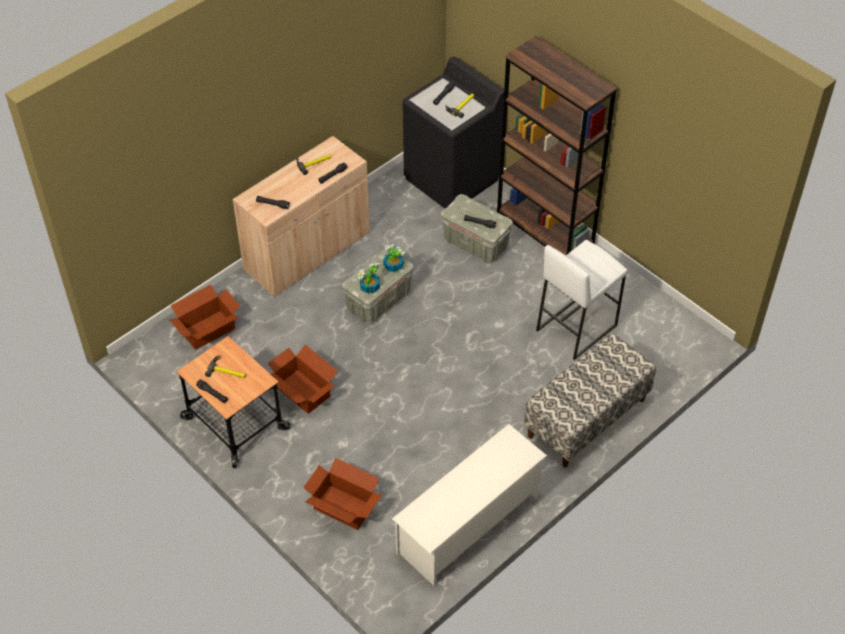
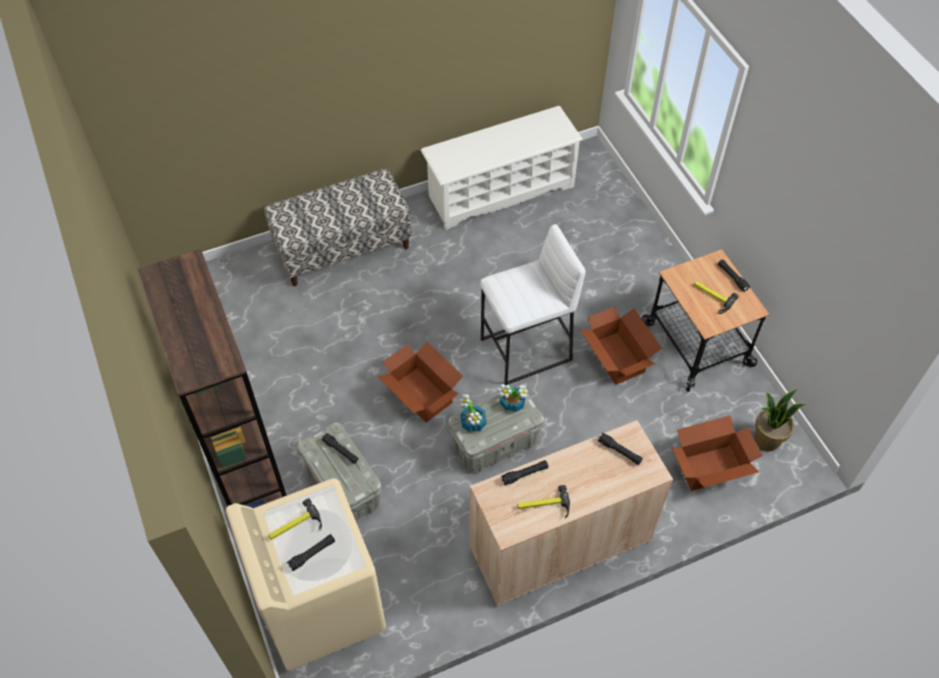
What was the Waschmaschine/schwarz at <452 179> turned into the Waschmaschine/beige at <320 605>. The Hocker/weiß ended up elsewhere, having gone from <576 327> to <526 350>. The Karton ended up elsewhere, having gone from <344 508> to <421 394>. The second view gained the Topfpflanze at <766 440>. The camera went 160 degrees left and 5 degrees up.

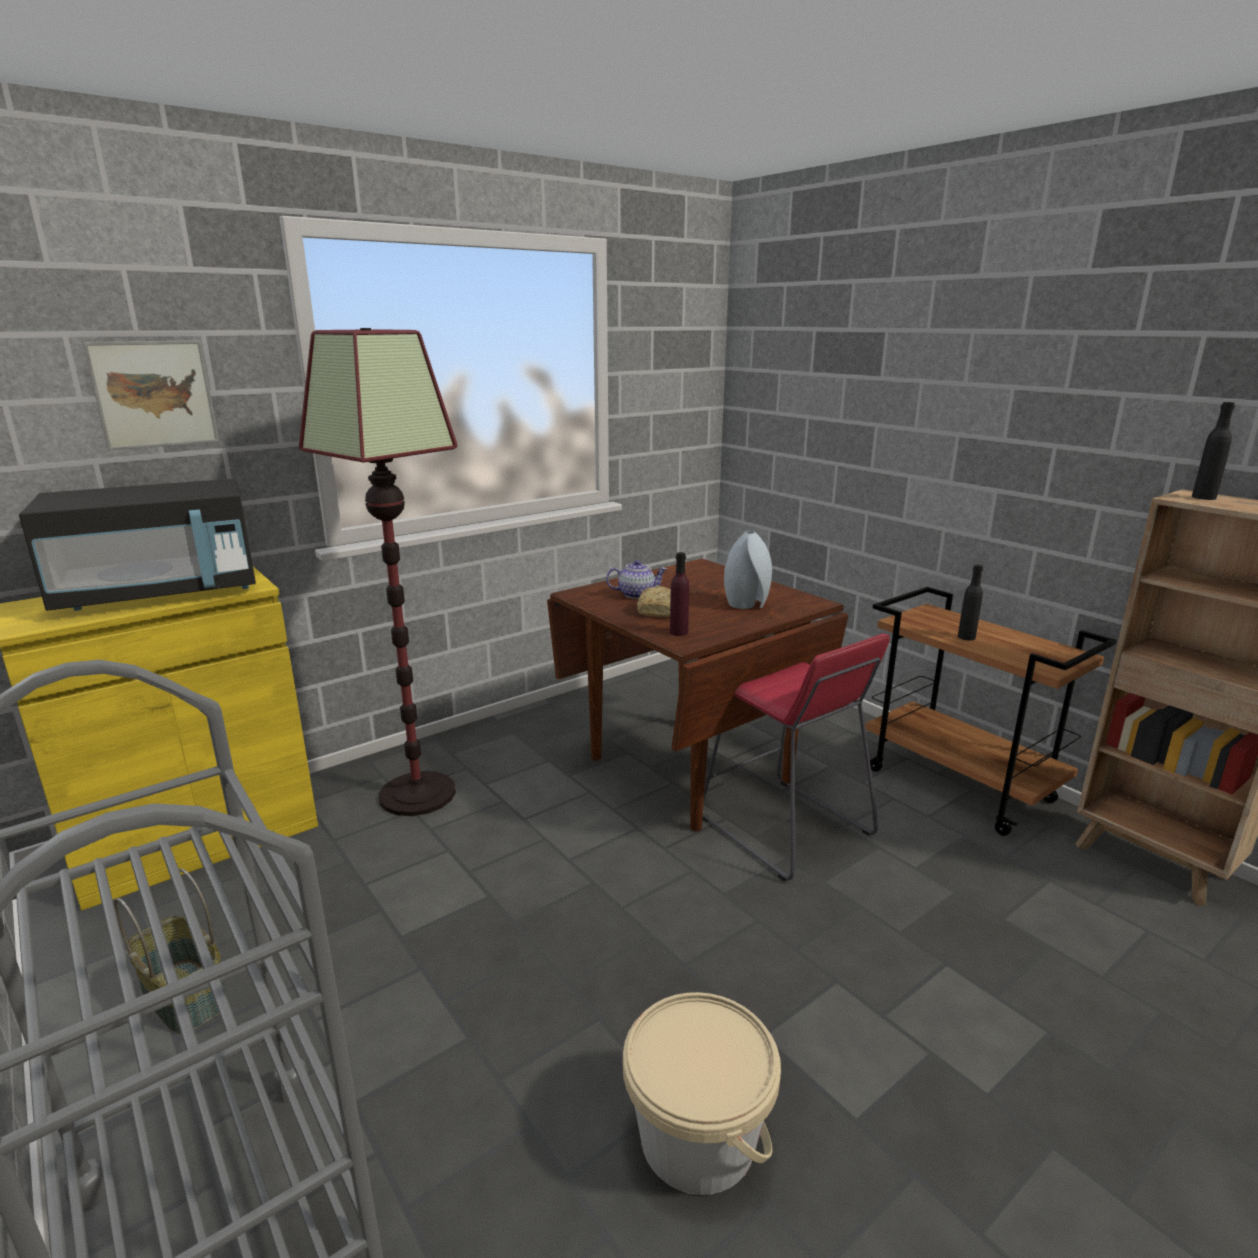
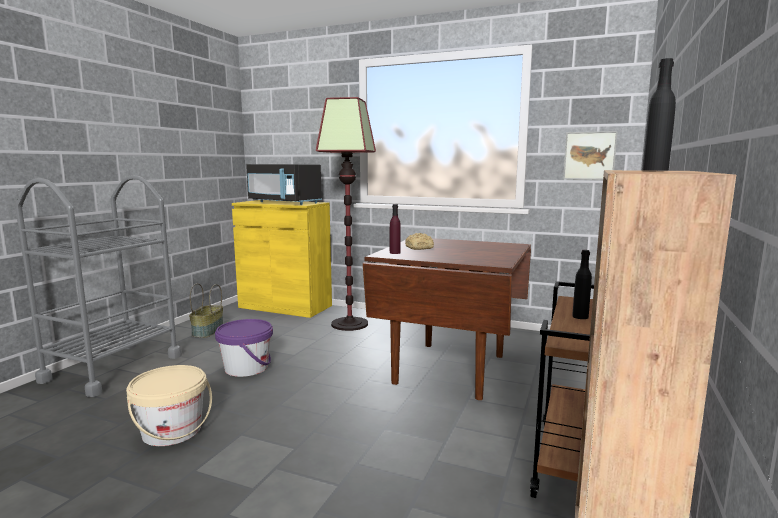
The Bild ended up elsewhere, having gone from <154 394> to <589 156>. The second view lost the Vase/grau at <747 604>. The second view lost the Teekanne at <636 594>. The second view lost the Hocker/rot at <785 827>. The second view gained the Eimer/lila at <246 368>. The camera went 60 degrees right and 10 degrees down.

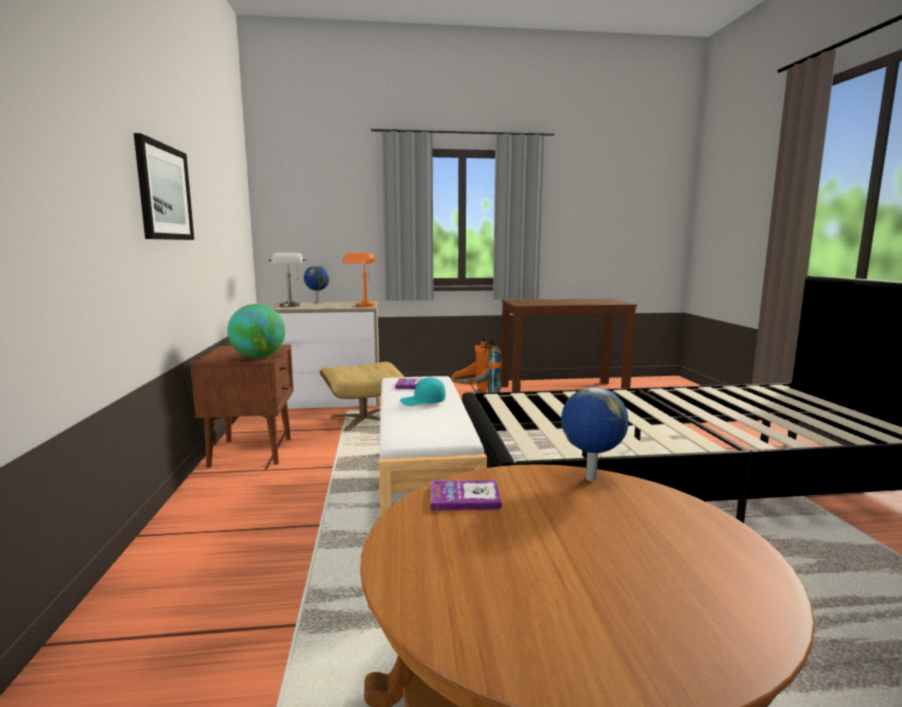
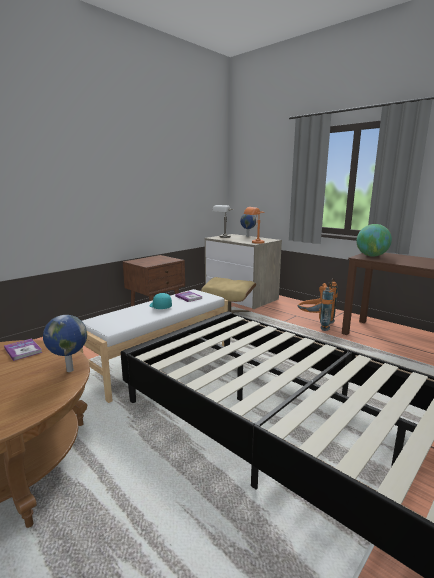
The second view lost the Bild at <164 192>. The Globus ended up elsewhere, having gone from <258 357> to <371 256>. The camera went 50 degrees right and 5 degrees up.

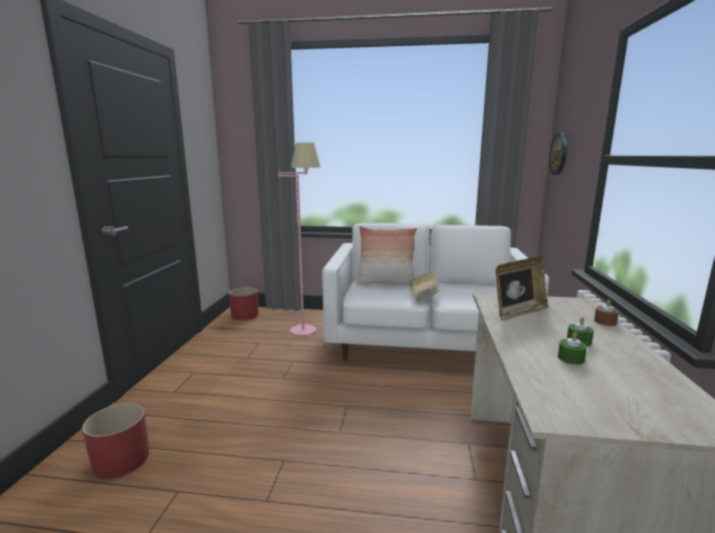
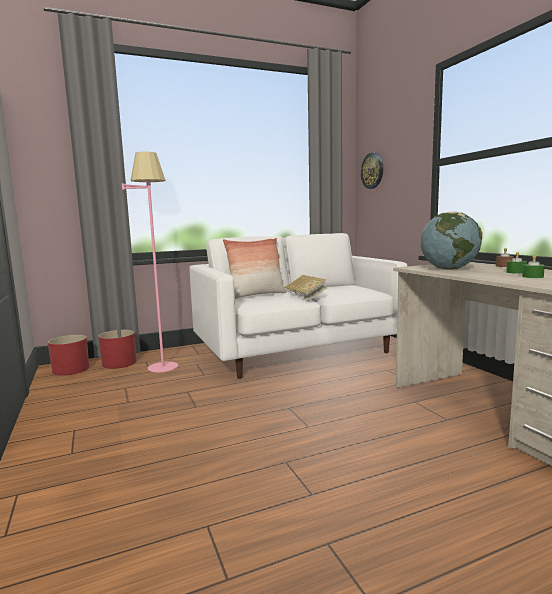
Where the Bilderrahmen stood at <518 313>, the Globus came to stand at <449 269>. The Pflanzkübel/rot ended up elsewhere, having gone from <121 460> to <119 363>. The camera went 30 degrees left and 5 degrees down.

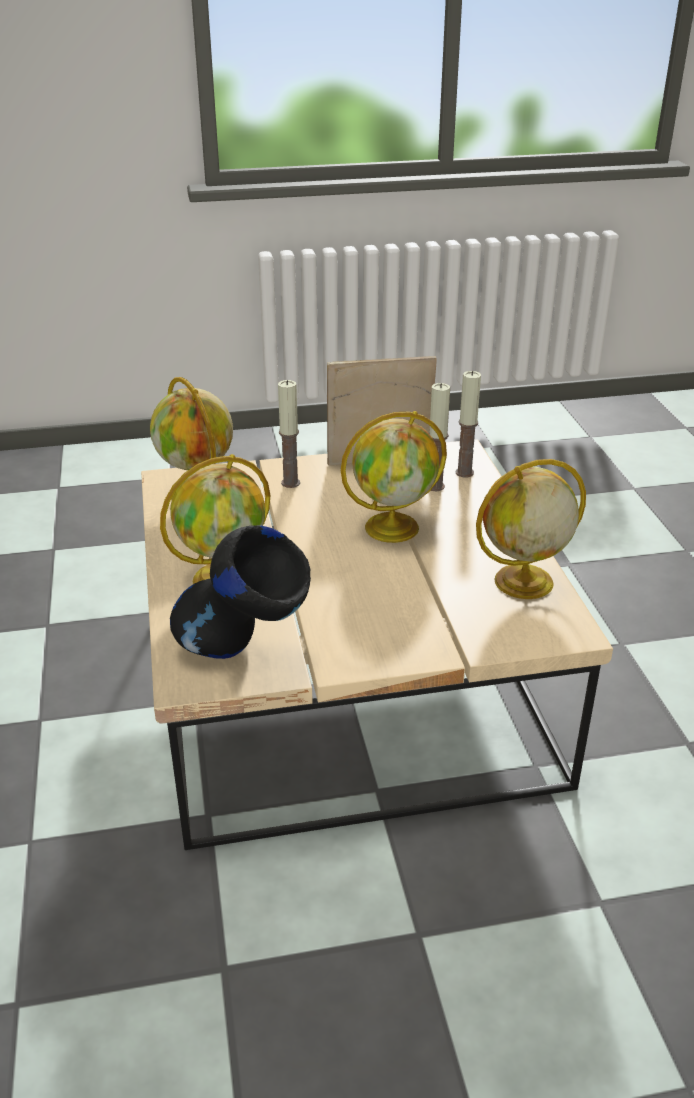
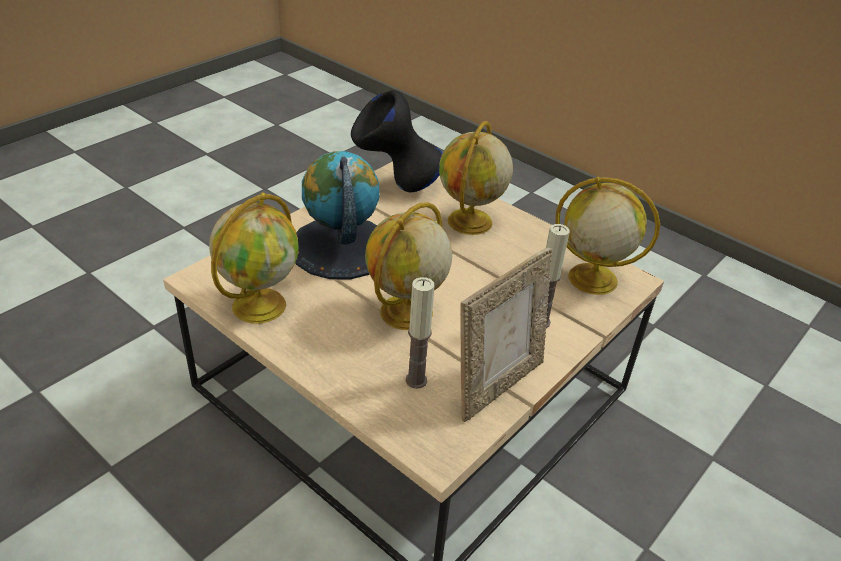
The second view lost the Kerze at <464 472>. The second view gained the Globus at <340 247>. The camera went 140 degrees right and 5 degrees up.

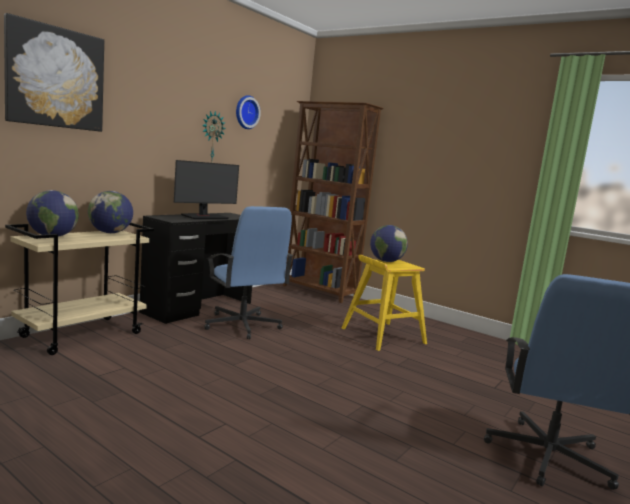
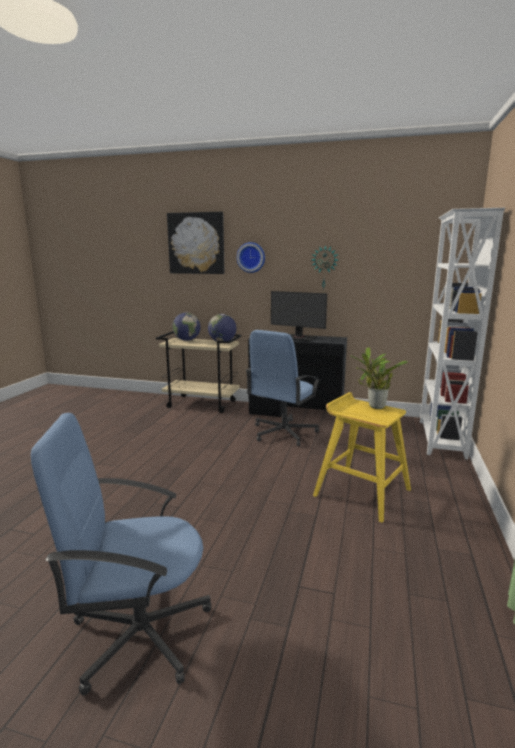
The Wanduhr ended up elsewhere, having gone from <245 112> to <251 257>. What was the Bücherregal/braun at <319 292> turned into the Bücherregal/weiß at <440 439>. Where the Globus stood at <386 261>, the Topfpflanze came to stand at <374 407>. The camera went 70 degrees right and 5 degrees up.

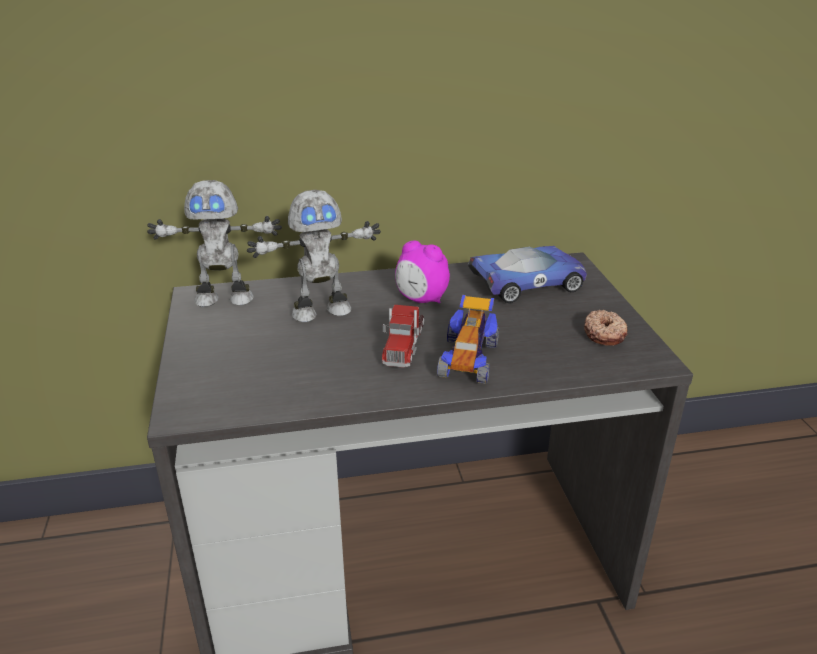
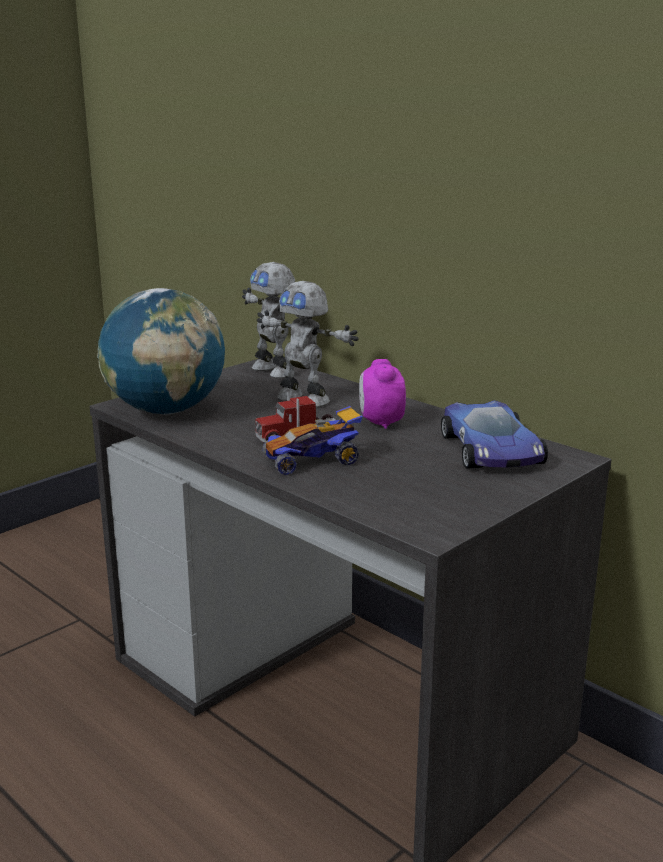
The Spielzeugauto at <528 282> ended up facing another way, 45 degrees clockwise from before. The second view lost the Donut at <605 334>. The second view gained the Globus at <166 411>. The camera went 55 degrees right and 10 degrees down.

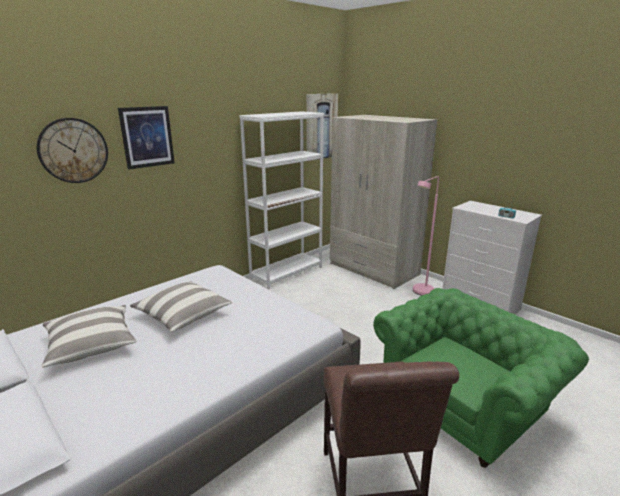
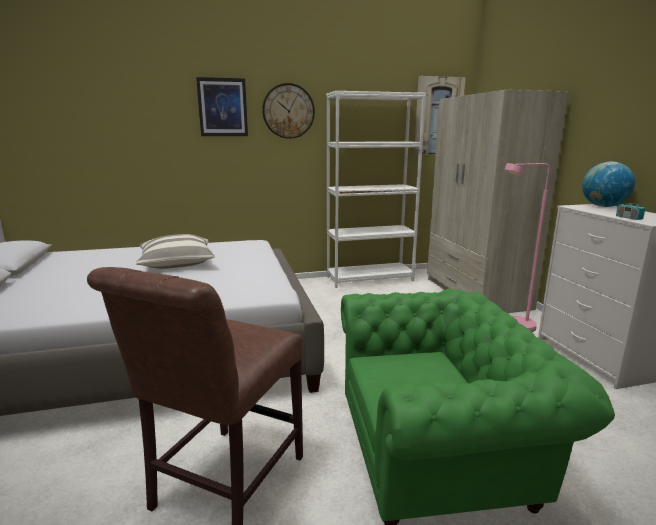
The Wanduhr ended up elsewhere, having gone from <73 150> to <288 111>. The second view lost the Kissen at <91 345>. The second view gained the Globus at <603 206>. The camera went 30 degrees right and 5 degrees down.

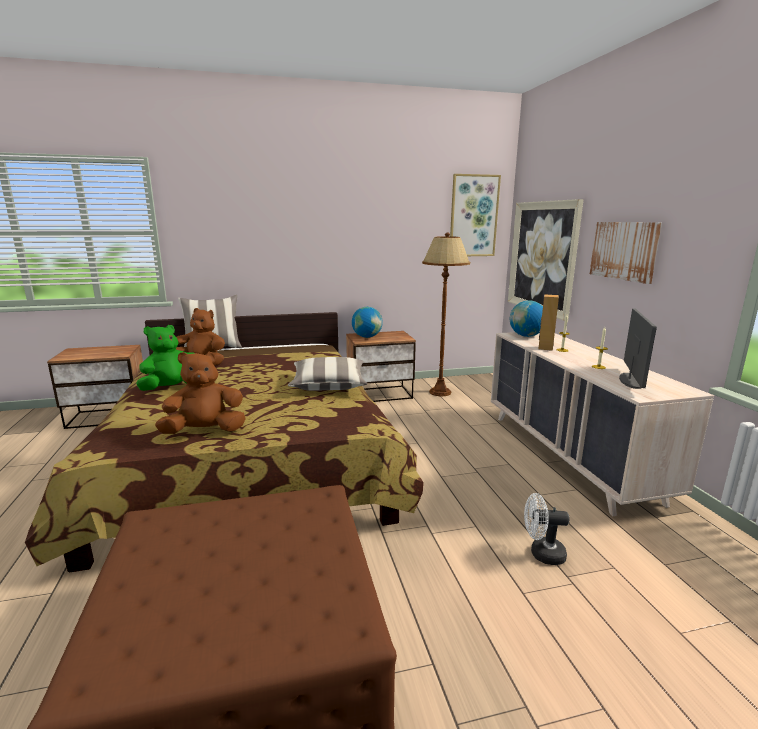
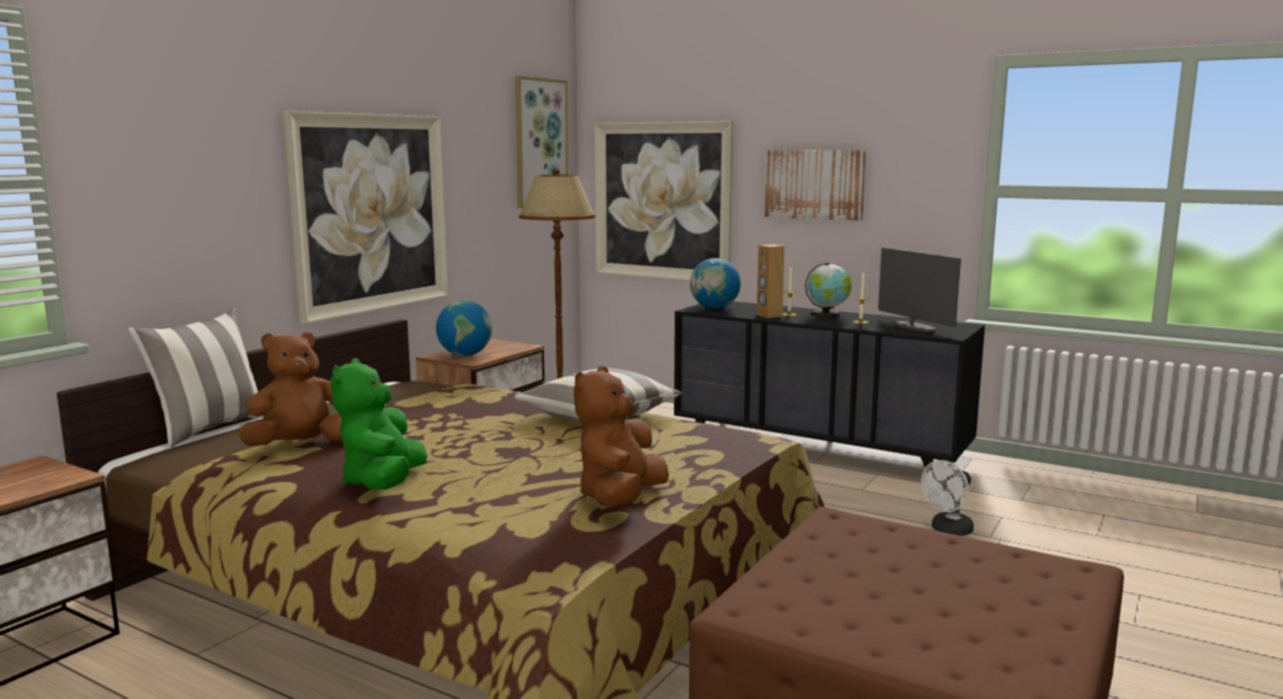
What was the Kommode/beige at <569 455> turned into the Kommode/schwarz at <819 449>. The second view gained the Bild at <371 213>. The second view gained the Globus at <827 314>. The camera went 45 degrees left and 5 degrees down.

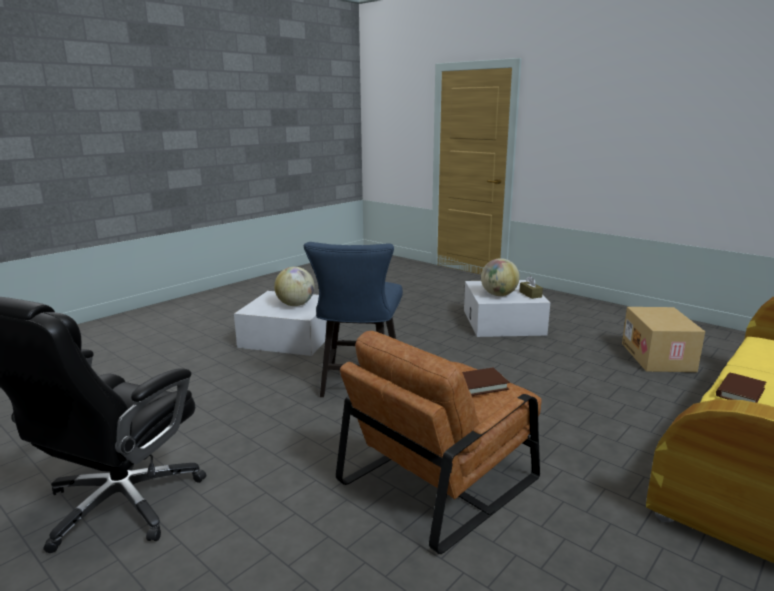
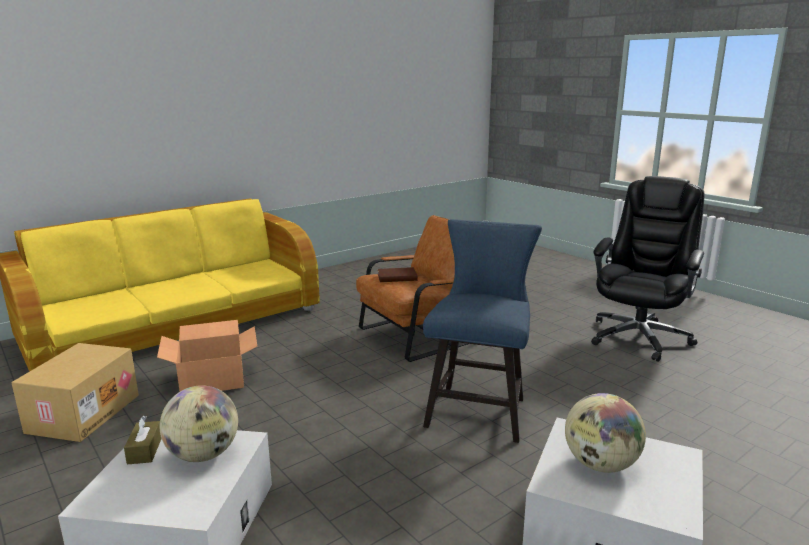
The second view lost the Buch/braun at <740 392>. The second view gained the Karton at <212 379>. The camera went 170 degrees left and 0 degrees up.

